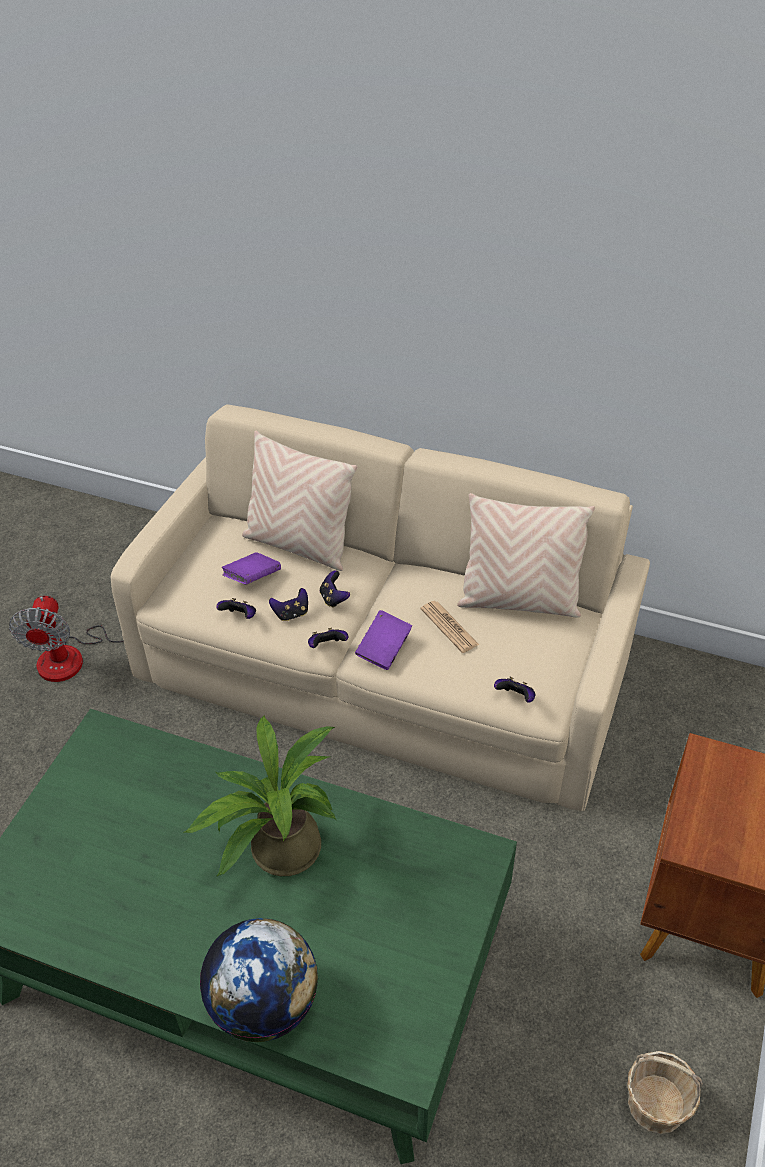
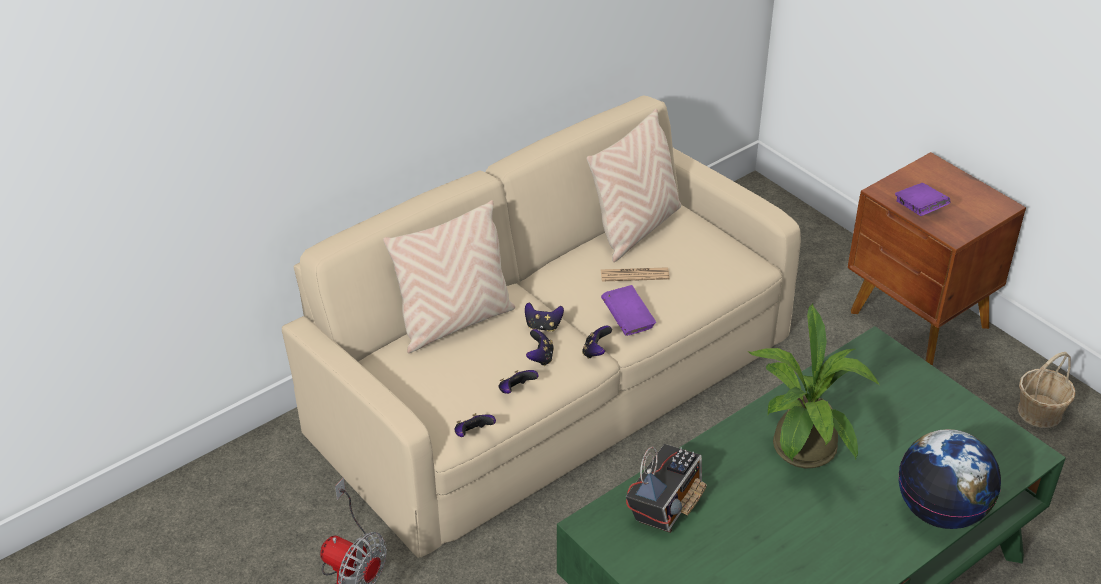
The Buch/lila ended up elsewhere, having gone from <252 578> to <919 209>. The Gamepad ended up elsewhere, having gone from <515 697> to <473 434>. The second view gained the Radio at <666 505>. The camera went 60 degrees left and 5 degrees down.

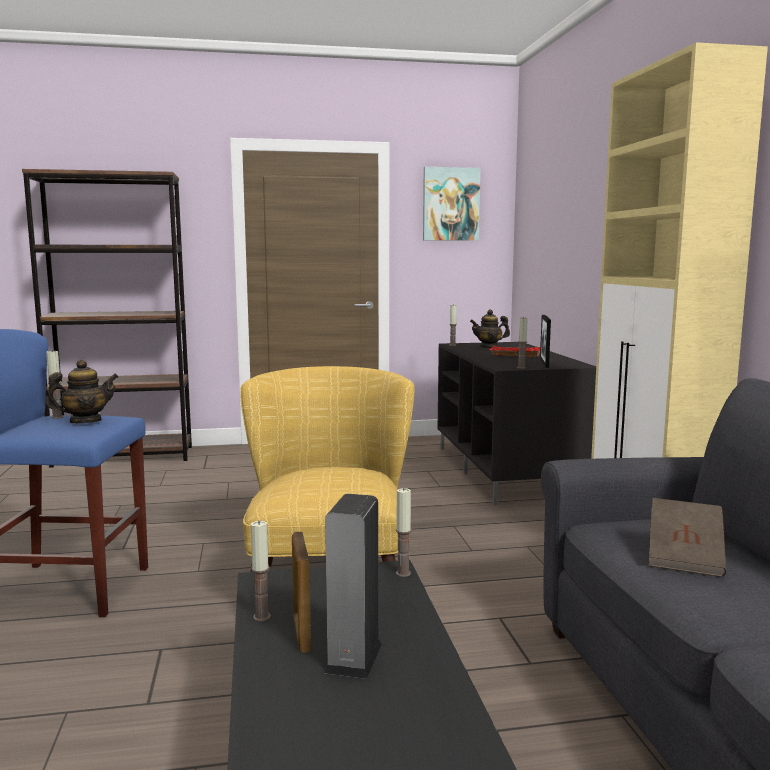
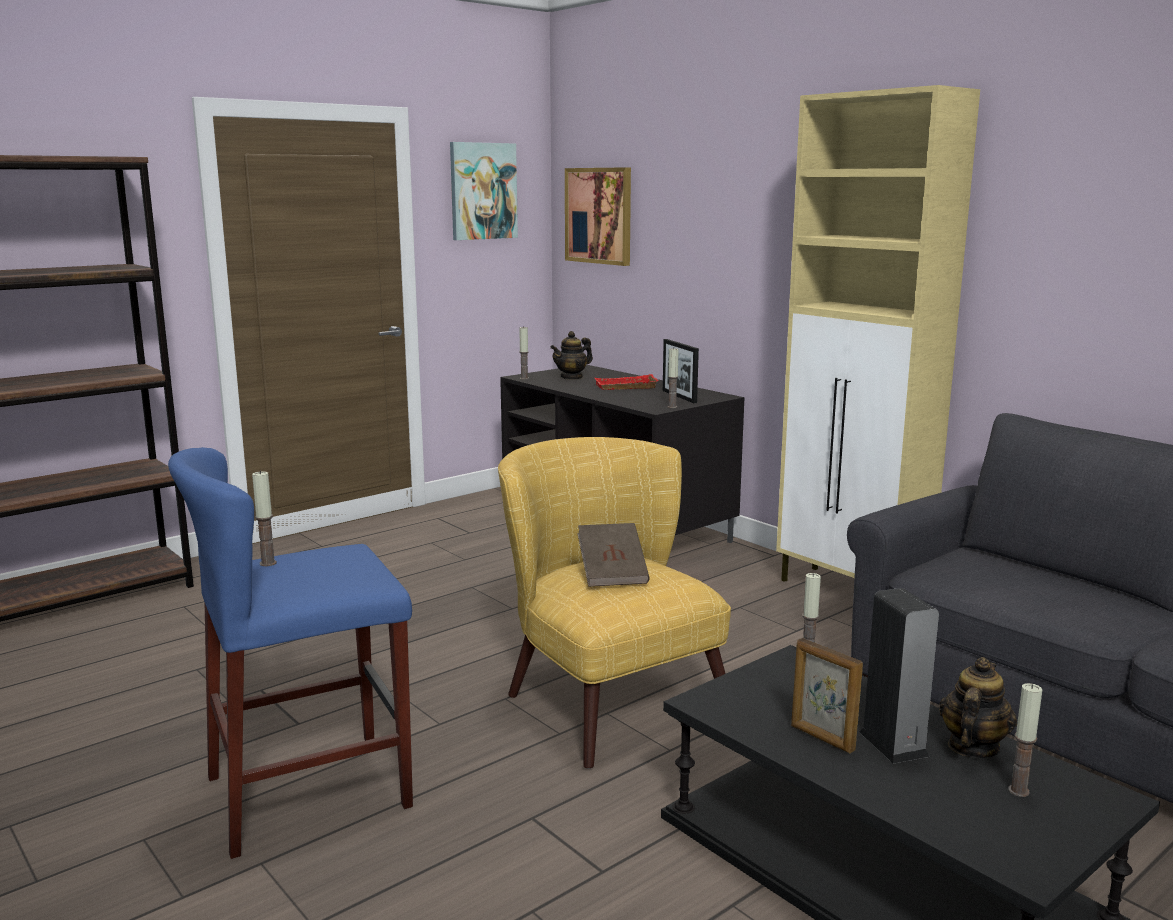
The Teekanne ended up elsewhere, having gone from <85 421> to <972 747>. The Buch/braun ended up elsewhere, having gone from <685 557> to <612 573>. The Kerze ended up elsewhere, having gone from <261 617> to <1018 791>. The second view gained the Bild at <599 215>. The camera went 30 degrees left and 5 degrees up.

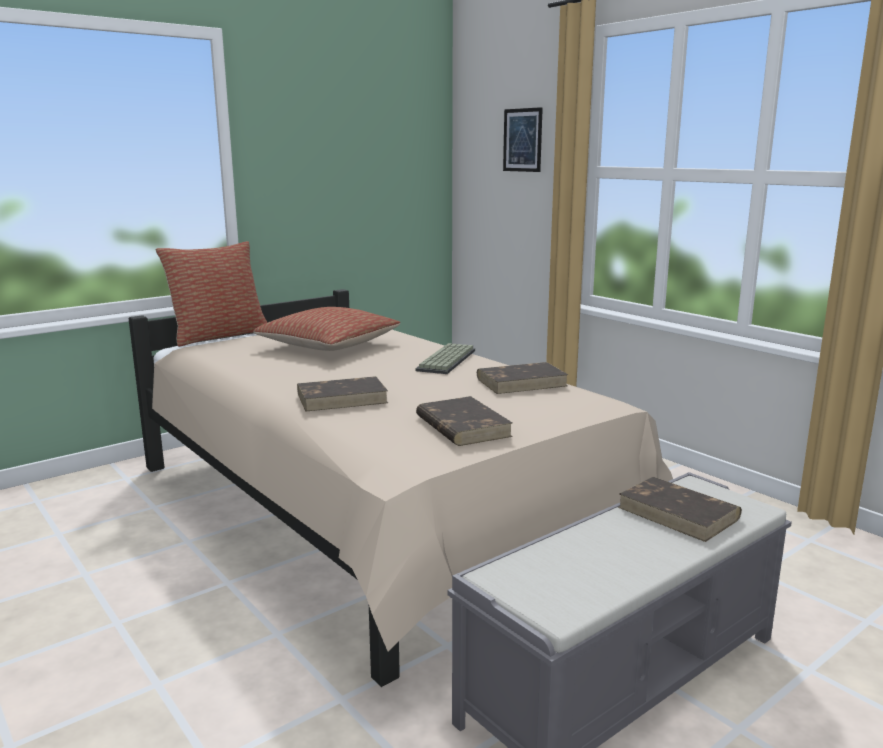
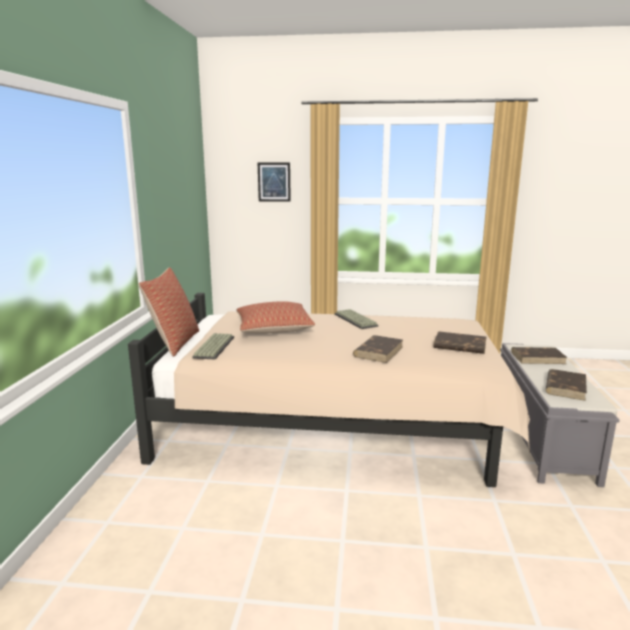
The Buch/braun ended up elsewhere, having gone from <522 382> to <565 387>. The second view gained the Tastatur at <213 347>. The camera went 45 degrees left and 0 degrees up.

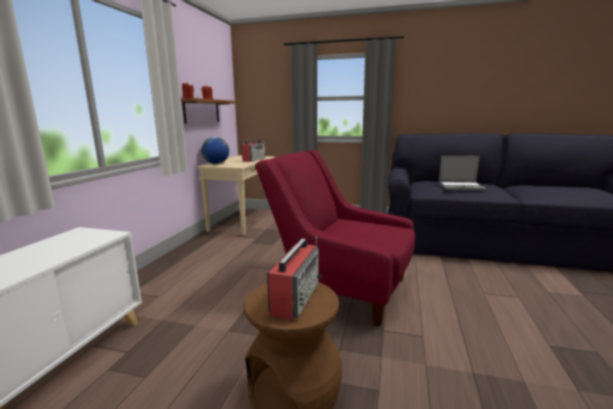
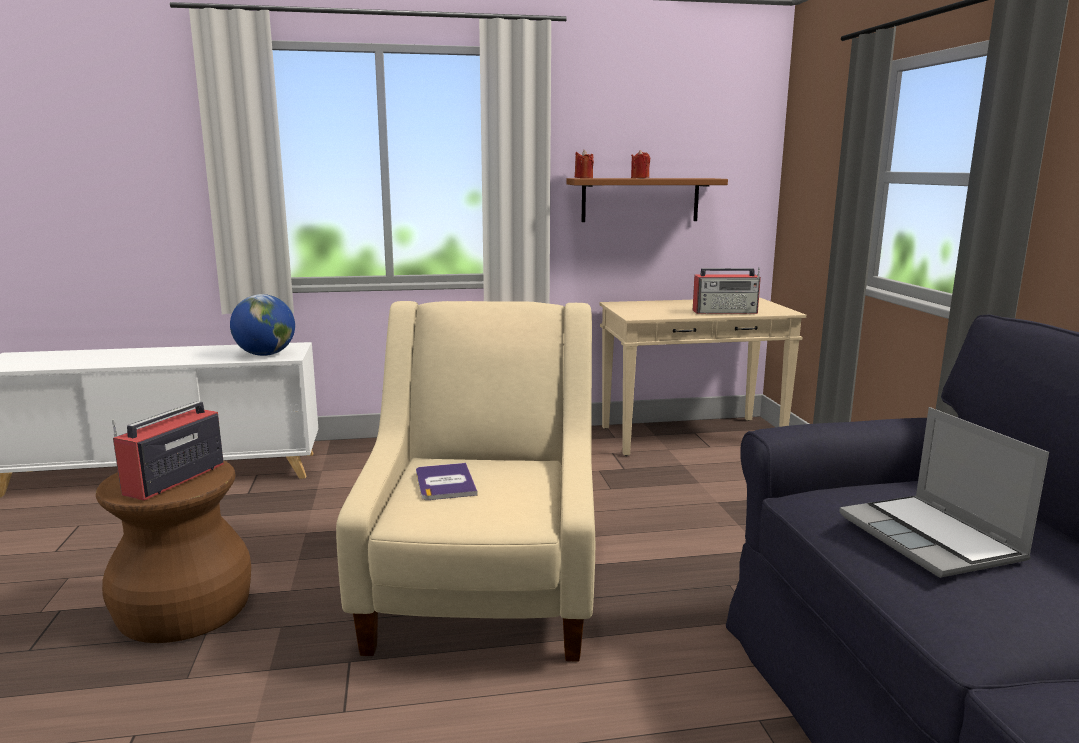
The Globus ended up elsewhere, having gone from <216 163> to <265 354>. What was the Sessel/rot at <341 287> turned into the Sessel/beige at <483 591>. The Radio at <296 297> ended up facing another way, 120 degrees clockwise from before. The second view gained the Buch at <445 483>. The camera went 65 degrees right and 0 degrees up.

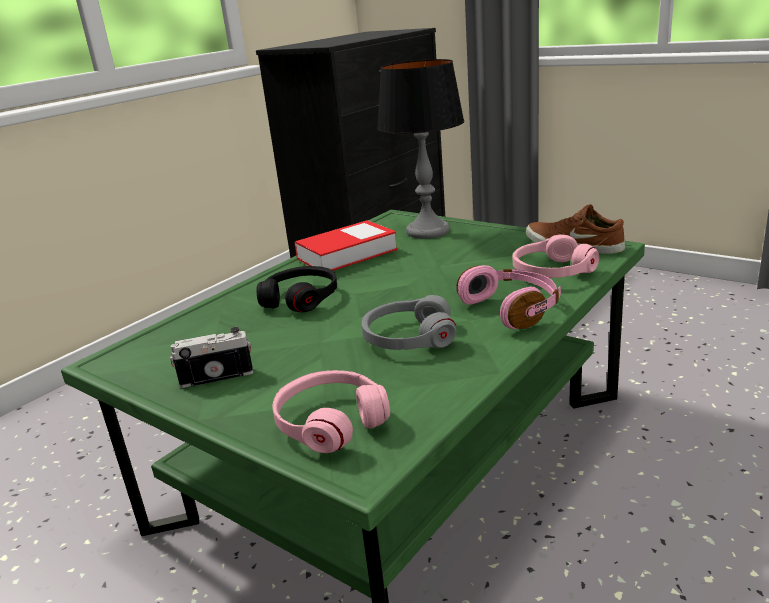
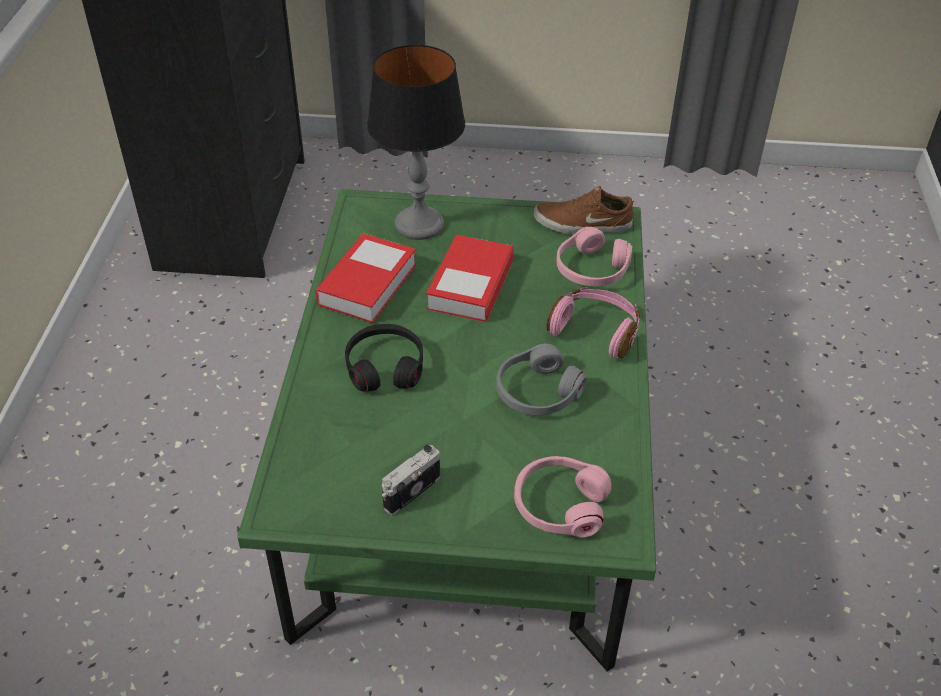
The second view gained the Buch at <470 285>. The camera went 35 degrees left and 20 degrees up.

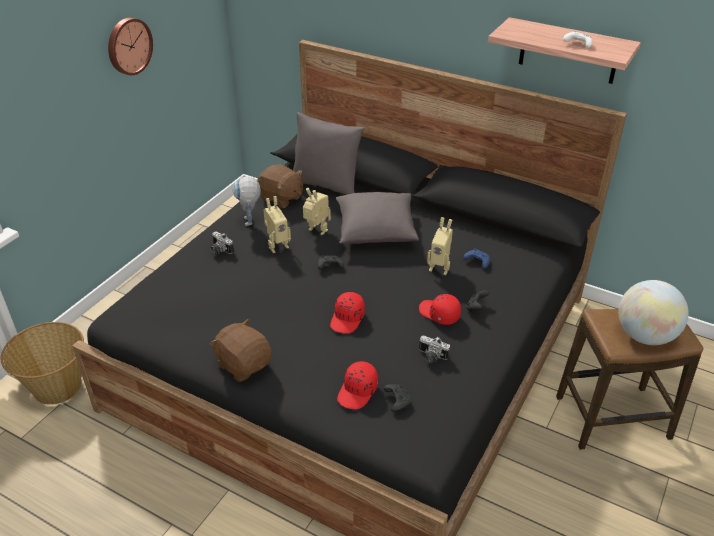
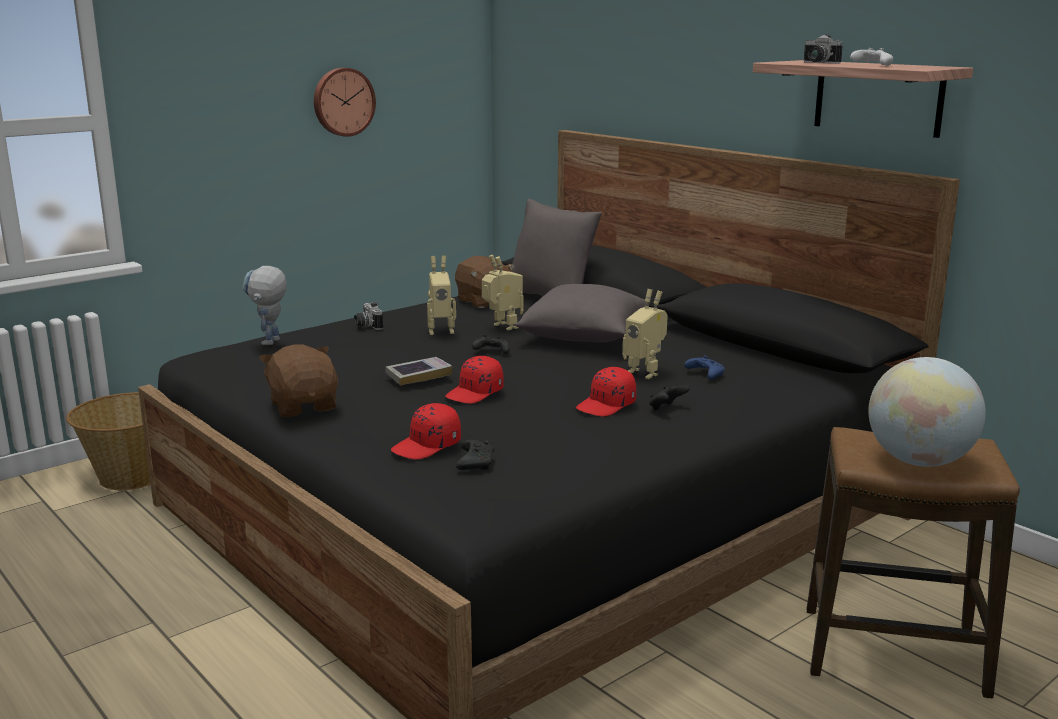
The Spielzeugroboter ended up elsewhere, having gone from <250 224> to <270 344>. The Kappe/rot at <439 314> ended up facing another way, 105 degrees counterclockwise from before. The Kamera ended up elsewhere, having gone from <431 357> to <817 63>. The second view gained the Buch at <419 375>. The camera went 20 degrees right and 20 degrees down.

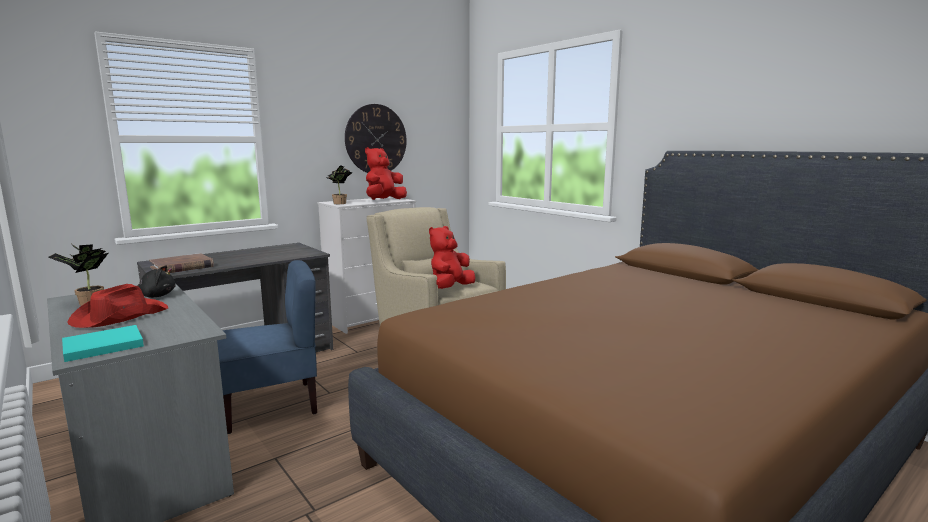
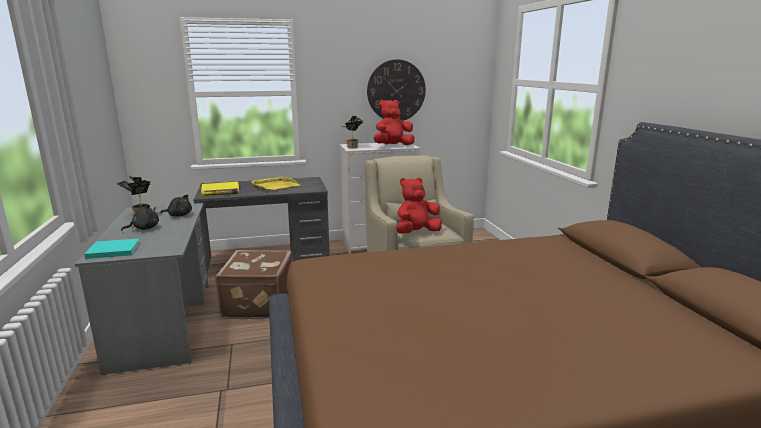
What was the Buch/braun at <182 267> turned into the Buch/gelb at <220 191>. Where the Stuhl/blau stood at <271 405>, the Koffer/braun came to stand at <257 304>. Where the Hut/rot stood at <119 316>, the Plüschtier/schwarz came to stand at <144 229>. The second view gained the Tablett/gelb at <275 186>. The camera went 25 degrees right and 5 degrees up.

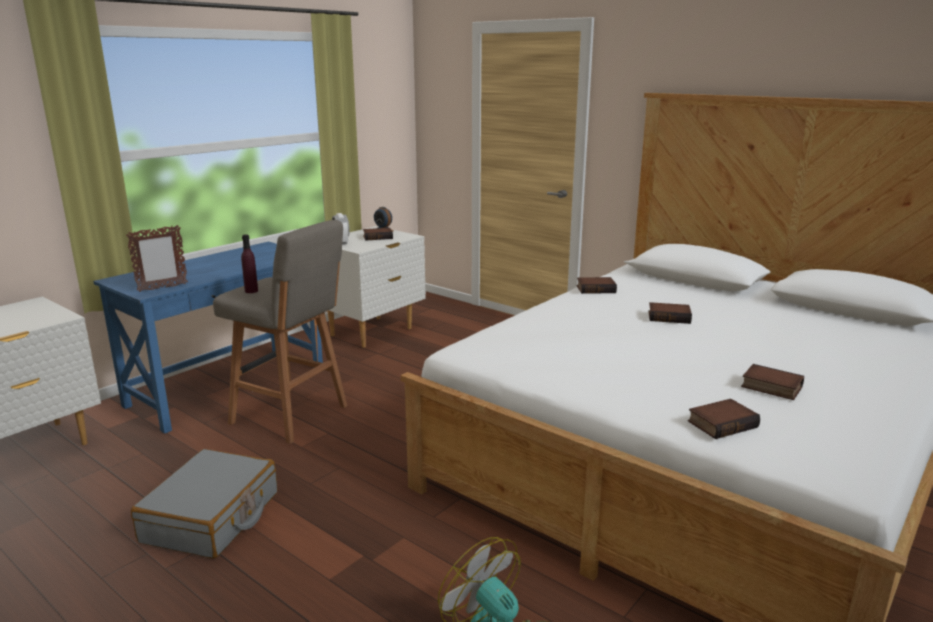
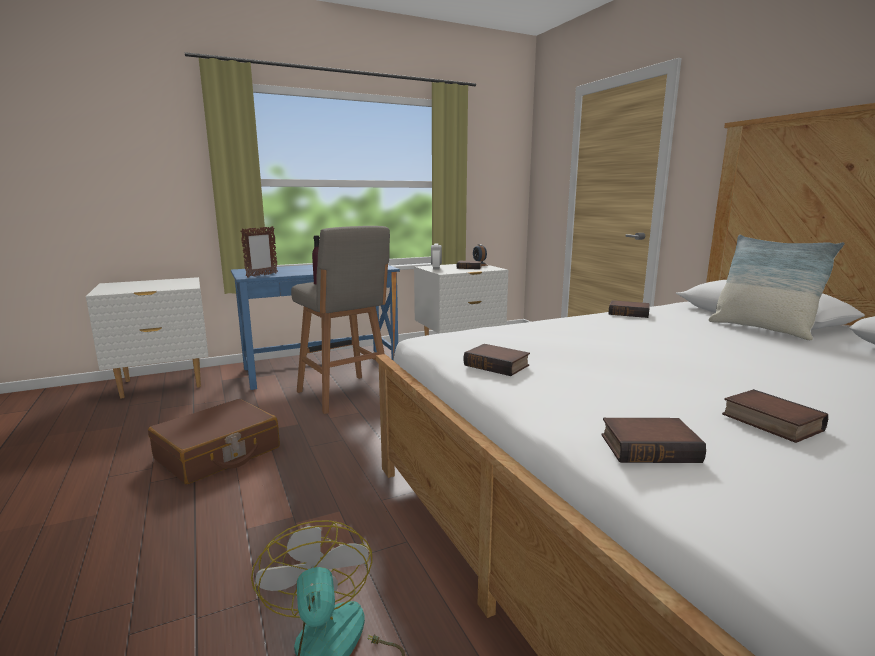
The Bilderrahmen at <162 288> ended up facing another way, 45 degrees counterclockwise from before. The Buch ended up elsewhere, having gone from <669 317> to <498 365>. What was the Koffer/grau at <212 517> turned into the Koffer/braun at <218 454>. The second view gained the Kissen at <761 329>. The camera went 25 degrees right and 5 degrees down.

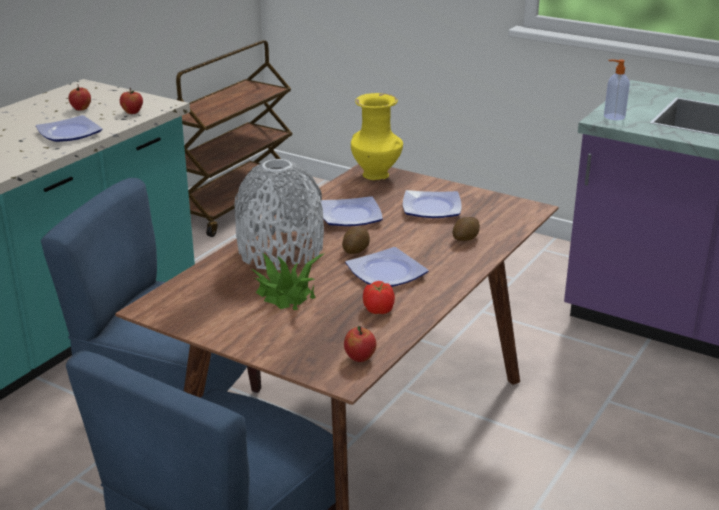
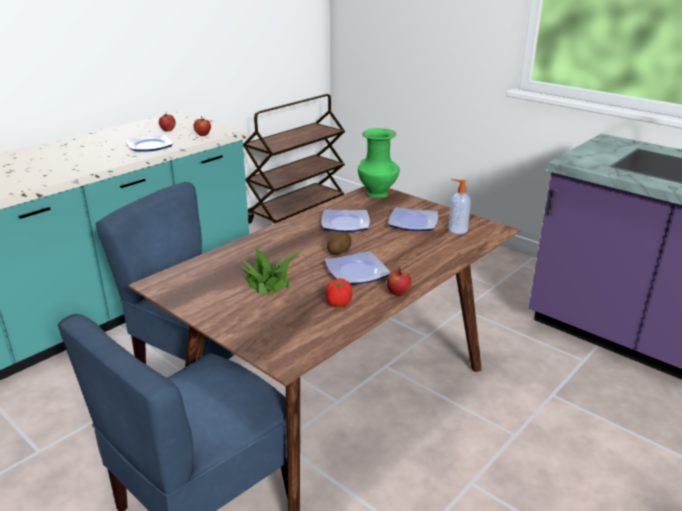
The Seifenspender ended up elsewhere, having gone from <613 117> to <457 230>. What was the Vase/gelb at <377 175> turned into the Vase/grün at <378 194>. The second view lost the Vase/grau at <280 251>. The second view lost the Kartoffel at <465 239>. The Apfel ended up elsewhere, having gone from <360 358> to <398 293>. The camera went 10 degrees right and 0 degrees up.

